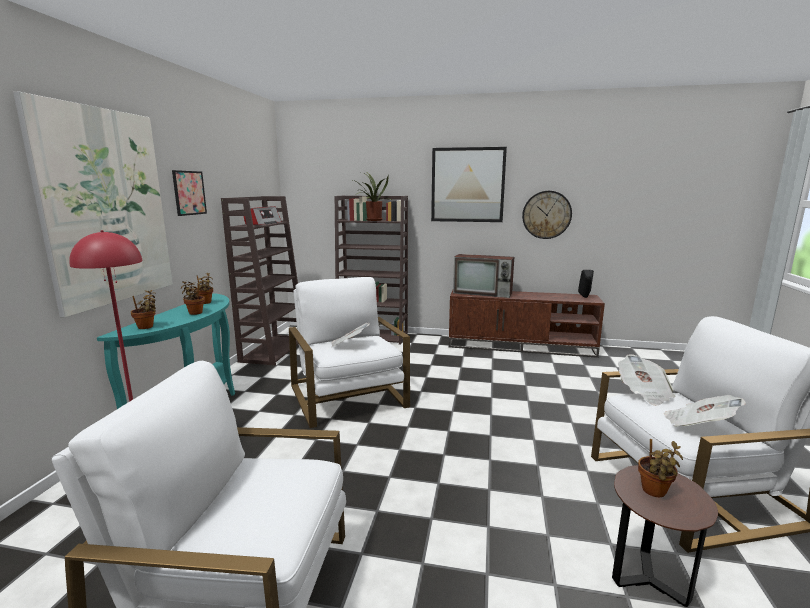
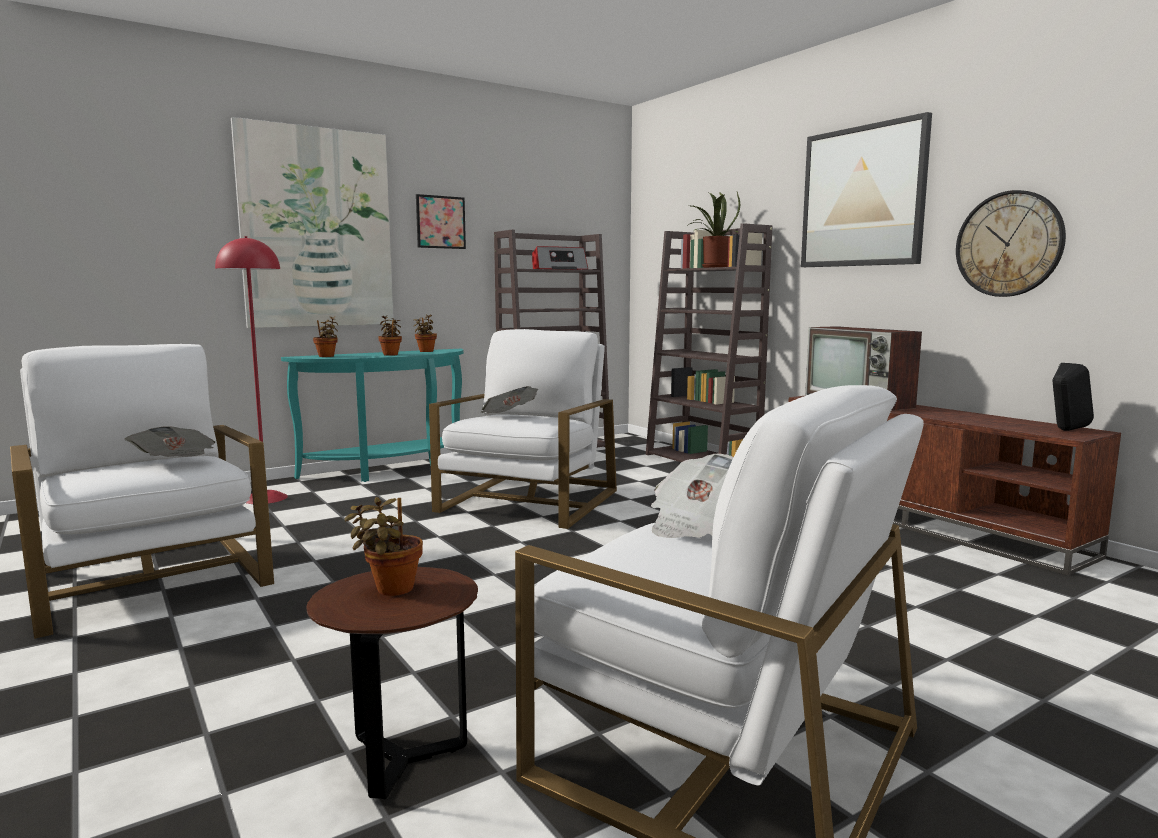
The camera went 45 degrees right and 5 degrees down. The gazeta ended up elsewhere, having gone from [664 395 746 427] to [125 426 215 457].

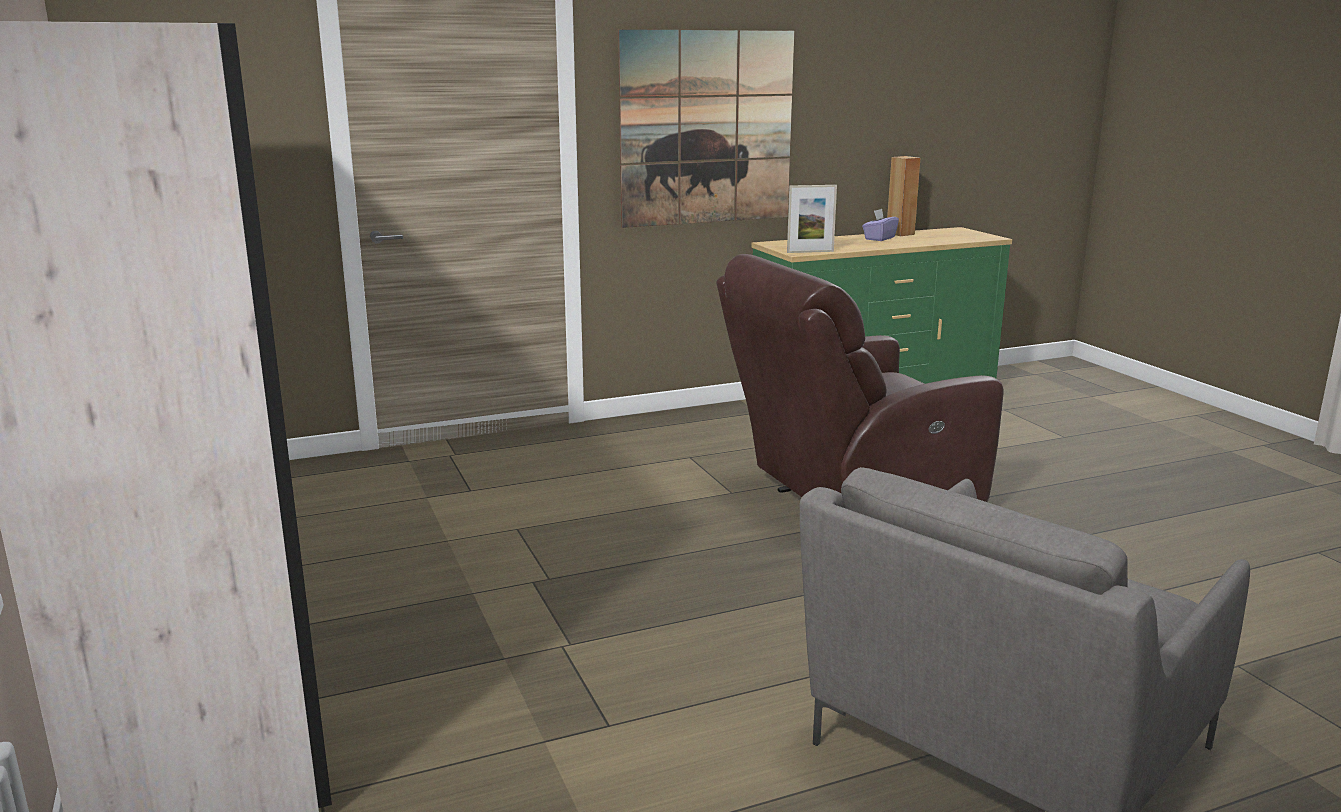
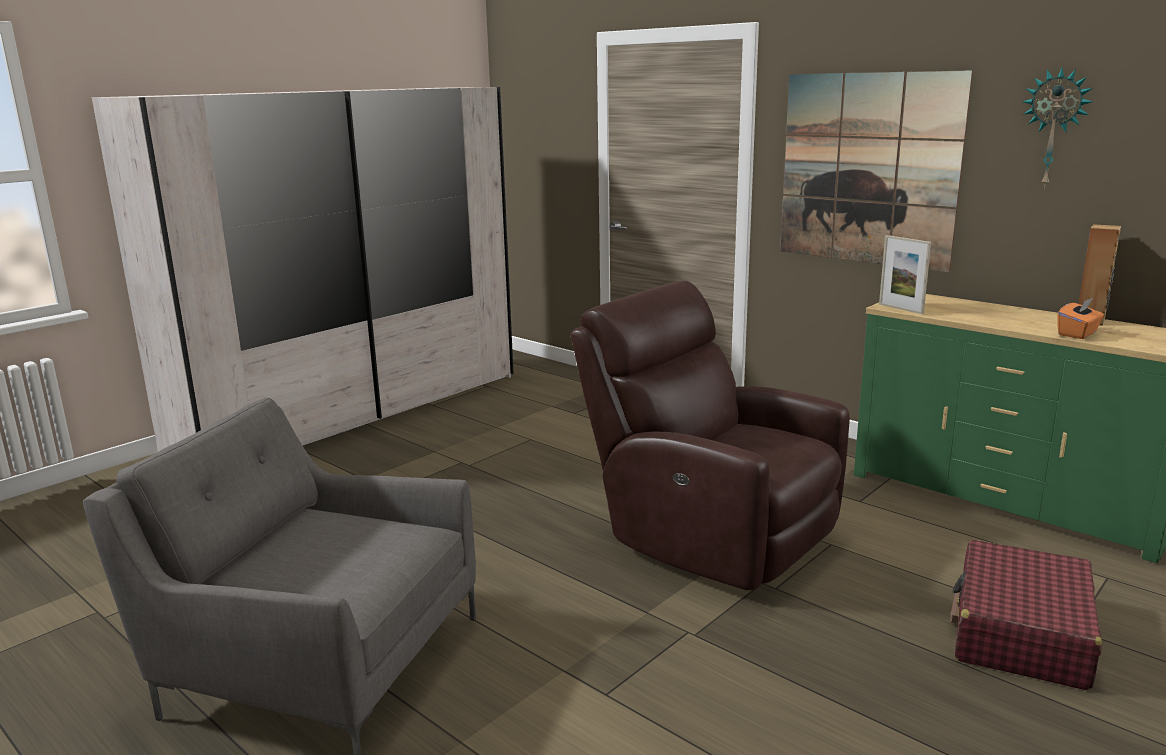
The camera went 65 degrees right and 0 degrees up. The second view lost the pudełko chusteczek [fioletowy] at [862 209 899 241]. The second view gained the walizka [czerwony] at [950 540 1102 690]. The second view gained the zegar ścienny at [1022 66 1093 189]. The second view gained the pudełko chusteczek [pomarańczowy] at [1057 297 1104 339].

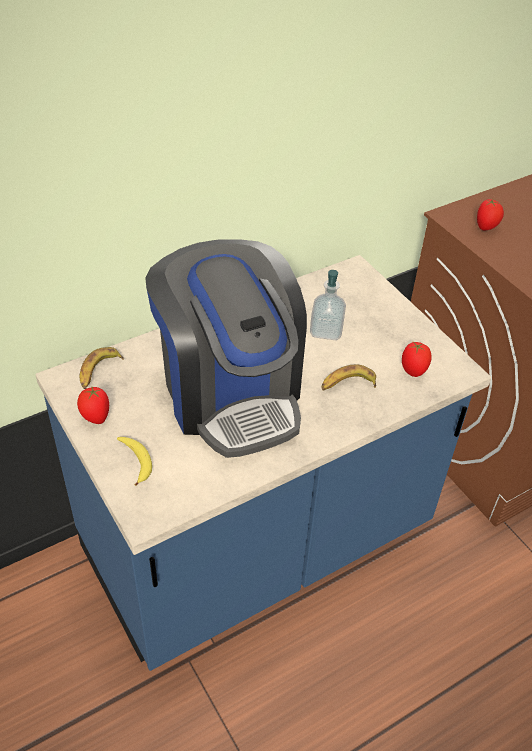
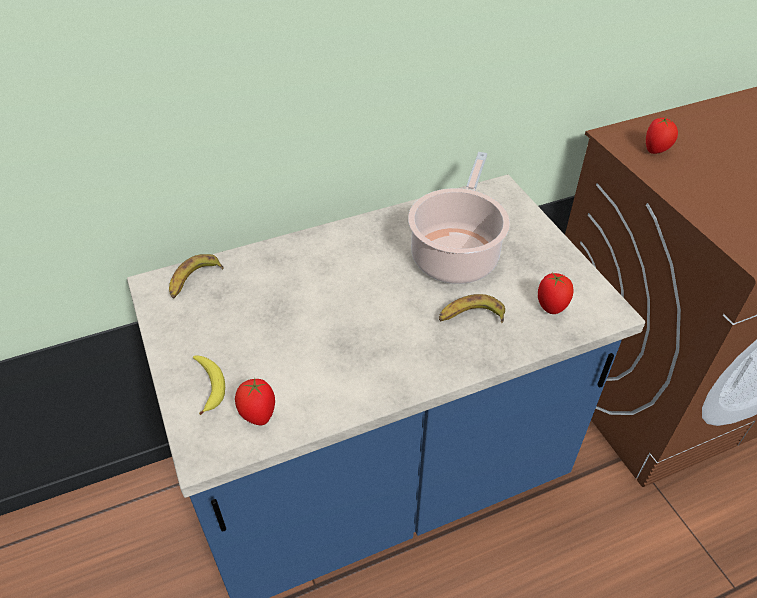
The camera went 10 degrees right and 0 degrees up. The second view lost the ekspres do kawy at [145 239 307 458]. The pomidor ended up elsewhere, having gone from [77 387 109 424] to [235 378 275 425]. Where the dozownik mydła stood at [310 270 346 340], the garnek came to stand at [408 152 510 284].

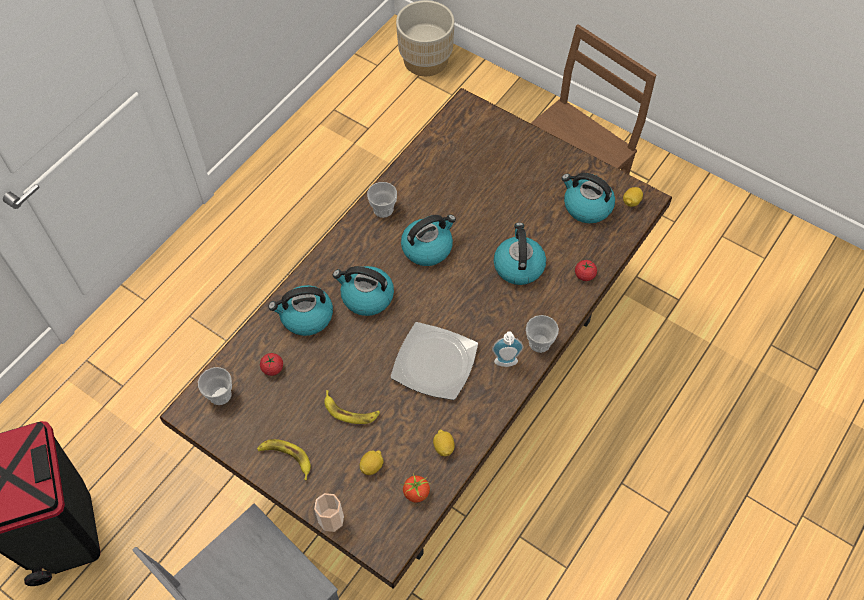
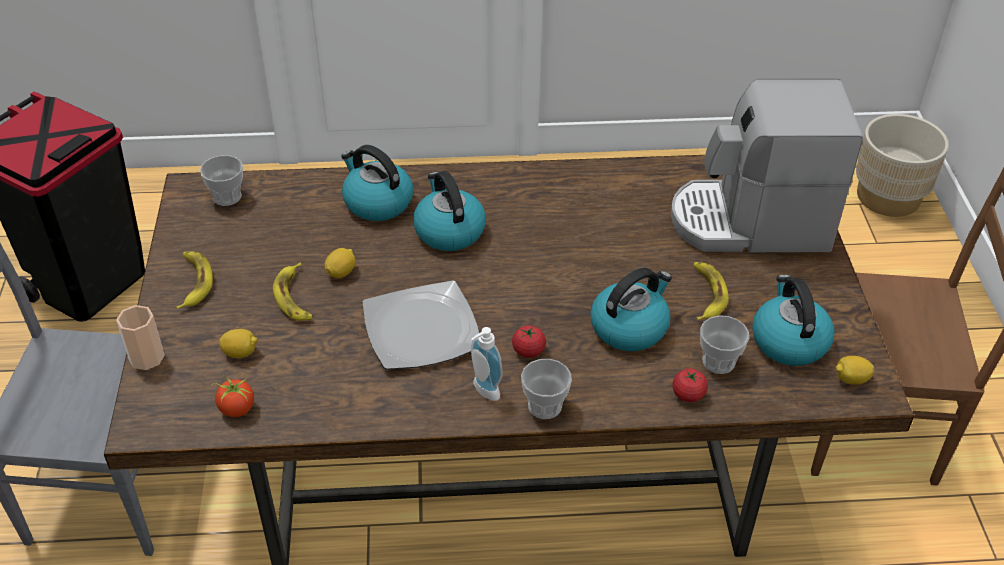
The camera went 50 degrees right and 15 degrees down. The second view lost the czajnik at [401 214 456 266]. The second view gained the ekspres do kawy at [671 78 863 252]. The second view gained the banan at [693 262 729 320]. The pomidor ended up elsewhere, having gone from [260 353 283 376] to [512 325 546 358]. The filiżanka ended up elsewhere, having gone from [367 182 397 218] to [700 315 749 374]. The cytryna ended up elsewhere, having gone from [433 430 455 457] to [325 248 356 278].

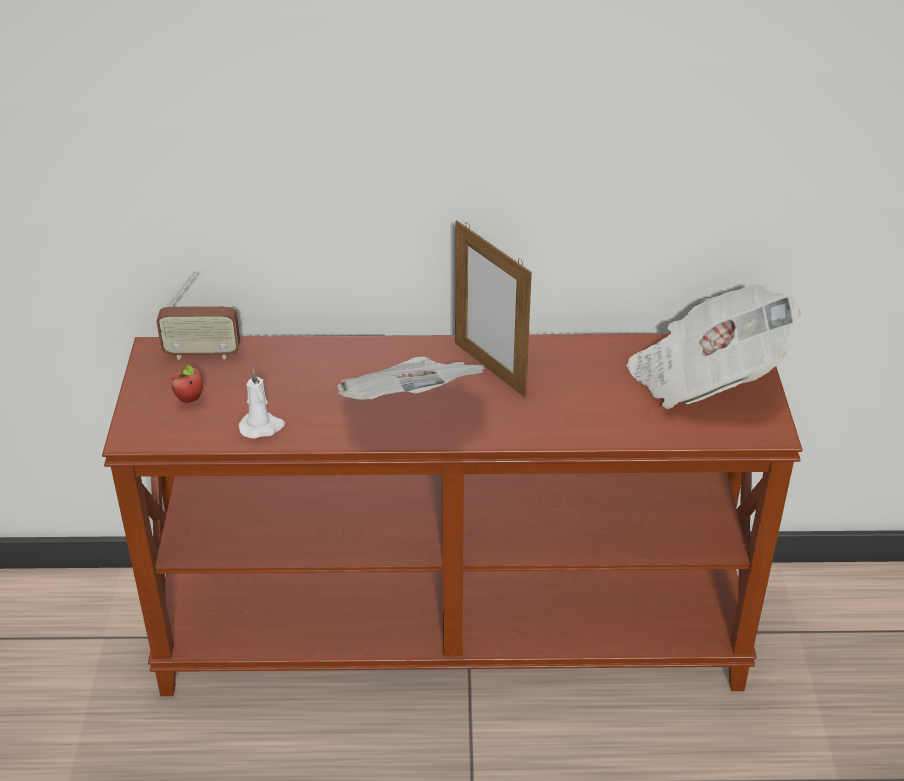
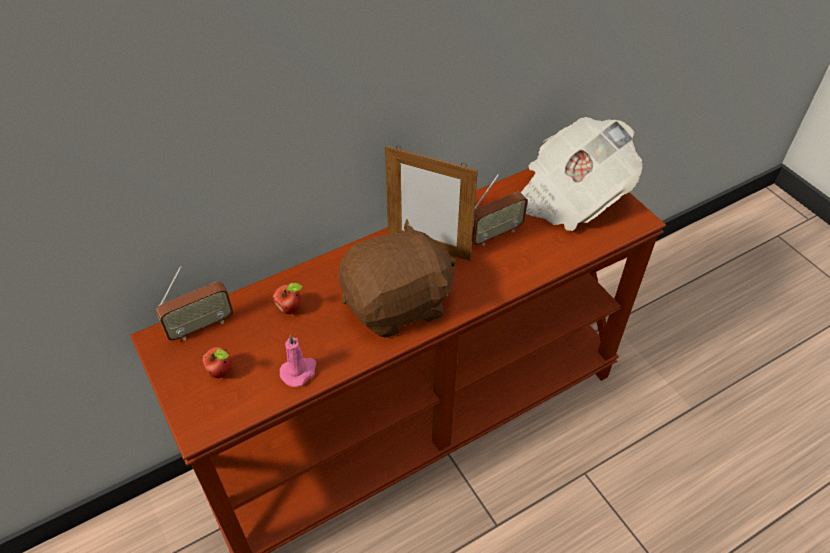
The camera went 30 degrees left and 10 degrees up. The second view gained the jabłko at [273 283 303 314]. The second view gained the radio at [472 174 528 246]. Where the gazeta stood at [337 356 485 400], the pluszak [brązowy] came to stand at [339 219 456 338]. What was the świeca [biały] at [238 369 285 439] turned into the świeca [różowy] at [280 334 316 387].

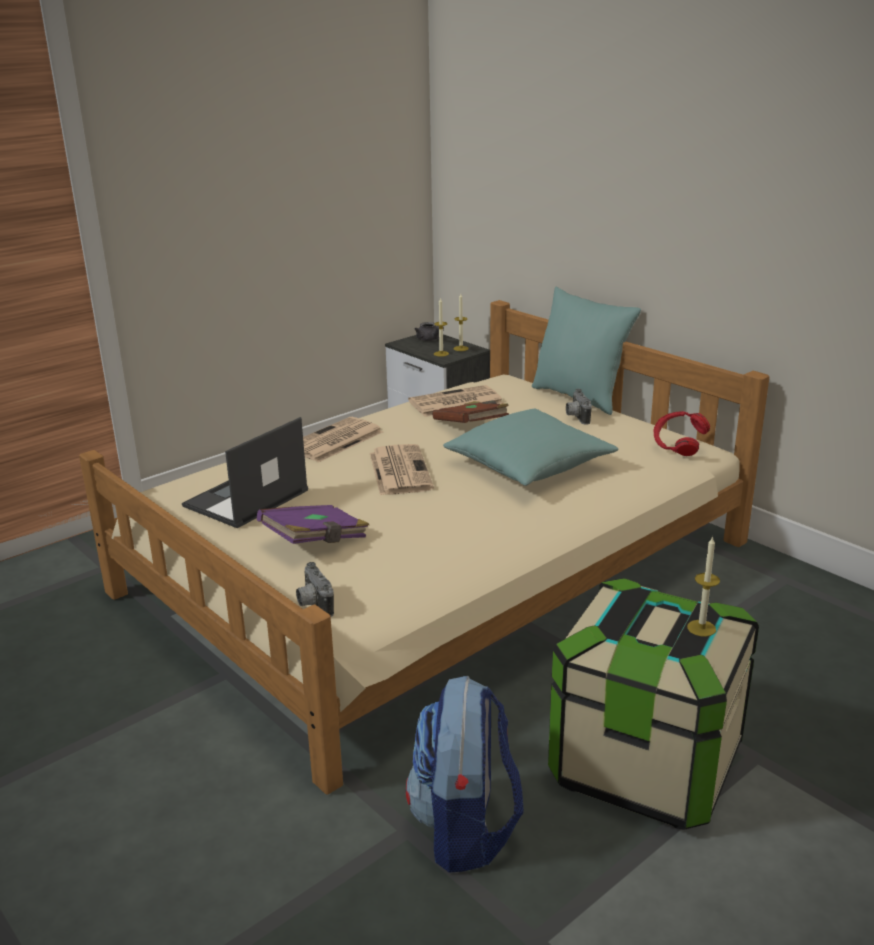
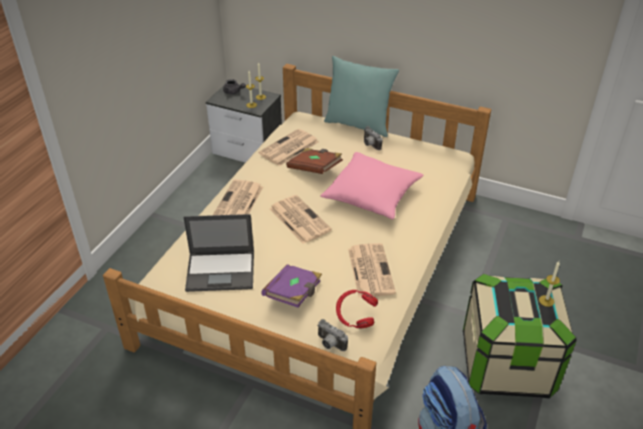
The camera went 25 degrees left and 15 degrees up. The second view gained the gazeta at [348 243 396 298]. The słuchawki [czerwony] ended up elsewhere, having gone from [654 411 710 456] to [336 290 378 328]. What was the poduszka [turkusowy] at [443 409 619 486] turned into the poduszka [różowy] at [320 152 424 219]. The laptop at [182 417 308 528] ended up facing another way, 105 degrees counterclockwise from before.

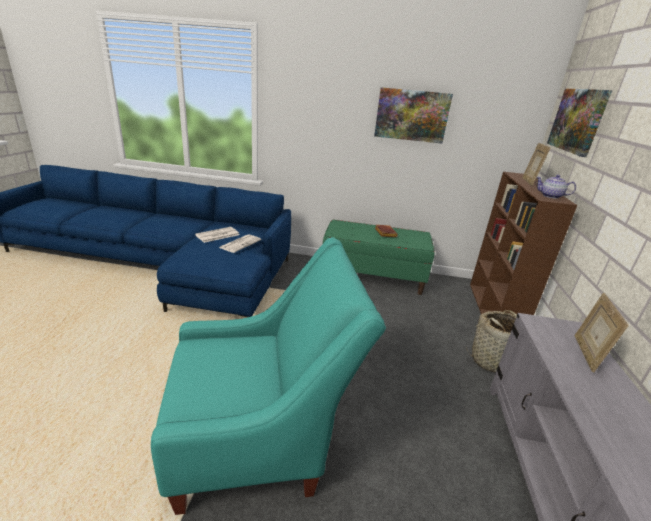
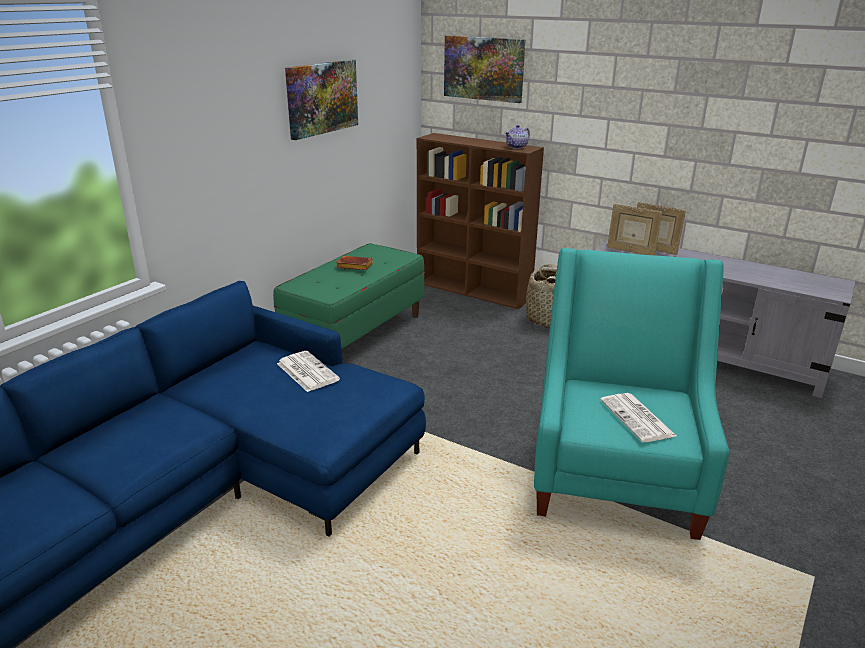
The camera went 65 degrees left and 0 degrees up. The gazeta ended up elsewhere, having gone from [195 227 239 243] to [600 393 677 442]. The ramka na zdjęcie ended up elsewhere, having gone from [522 143 550 186] to [607 204 662 255].

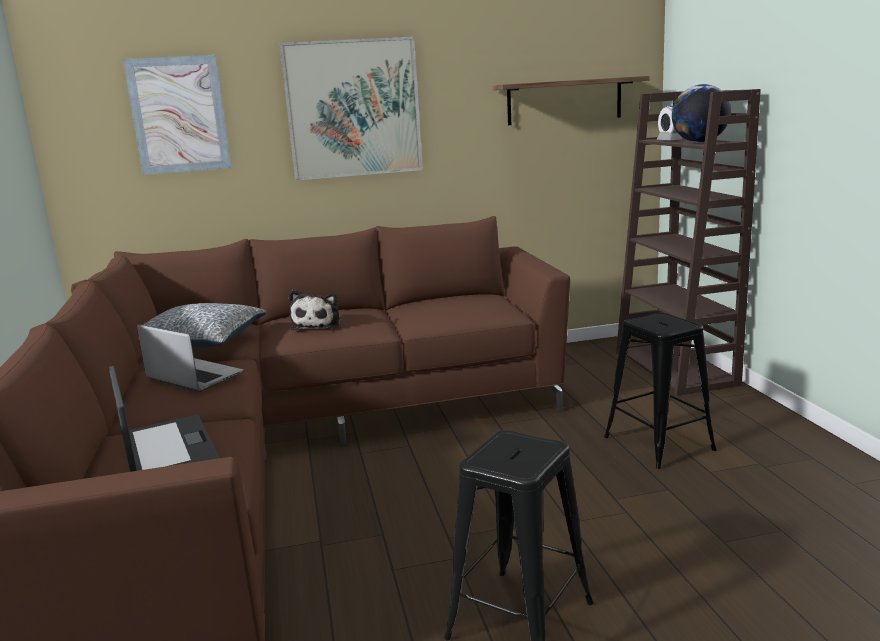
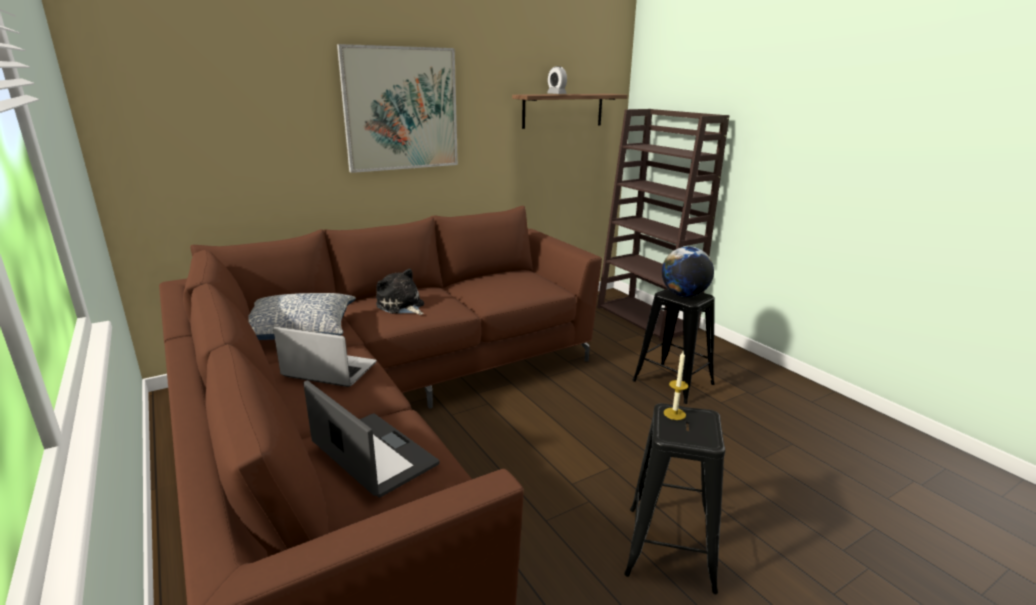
The camera went 20 degrees left and 5 degrees up. The second view lost the obraz at [123 55 231 175]. The second view gained the świeca at [664 351 688 420]. The budzik ended up elsewhere, having gone from [657 106 682 140] to [547 66 567 94]. The globus ended up elsewhere, having gone from [672 84 731 142] to [662 246 714 297]. The pluszak at [289 290 341 330] ended up facing another way, 150 degrees clockwise from before.

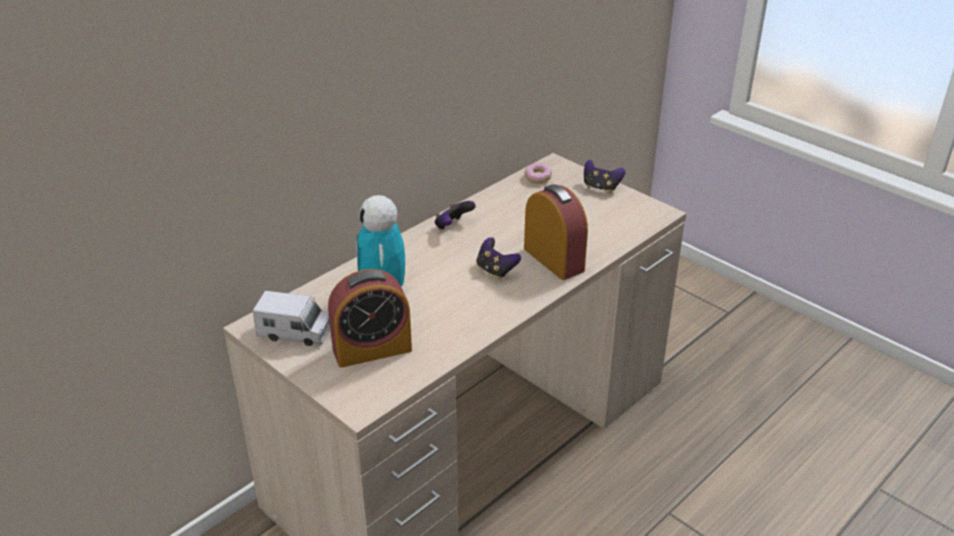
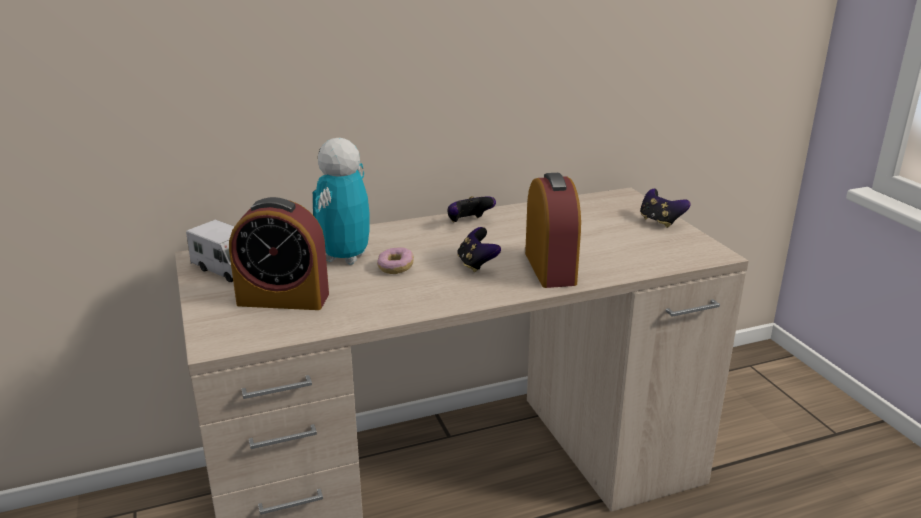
The camera went 25 degrees right and 10 degrees down. The donut ended up elsewhere, having gone from [525 162 552 184] to [377 247 414 274].

